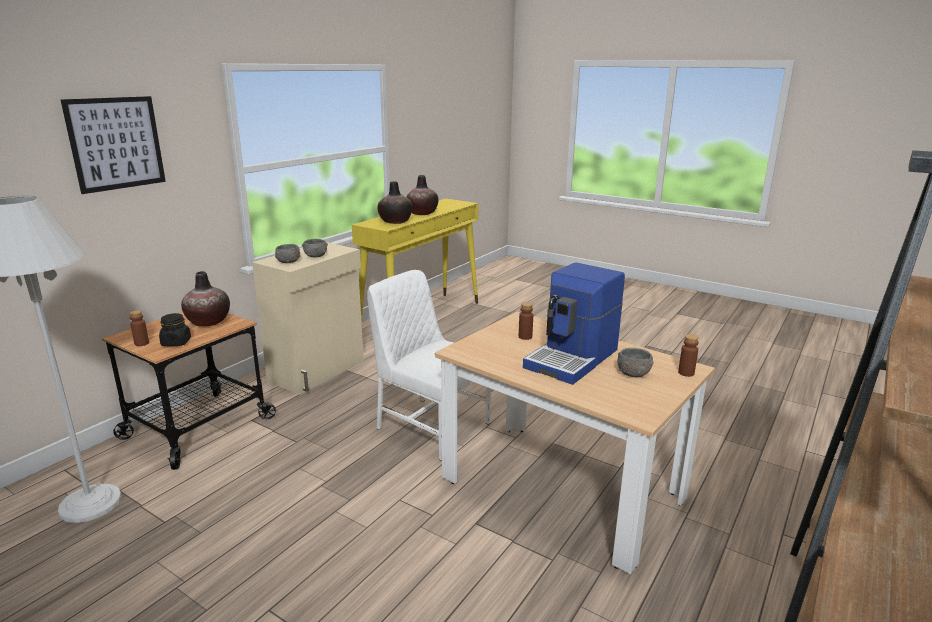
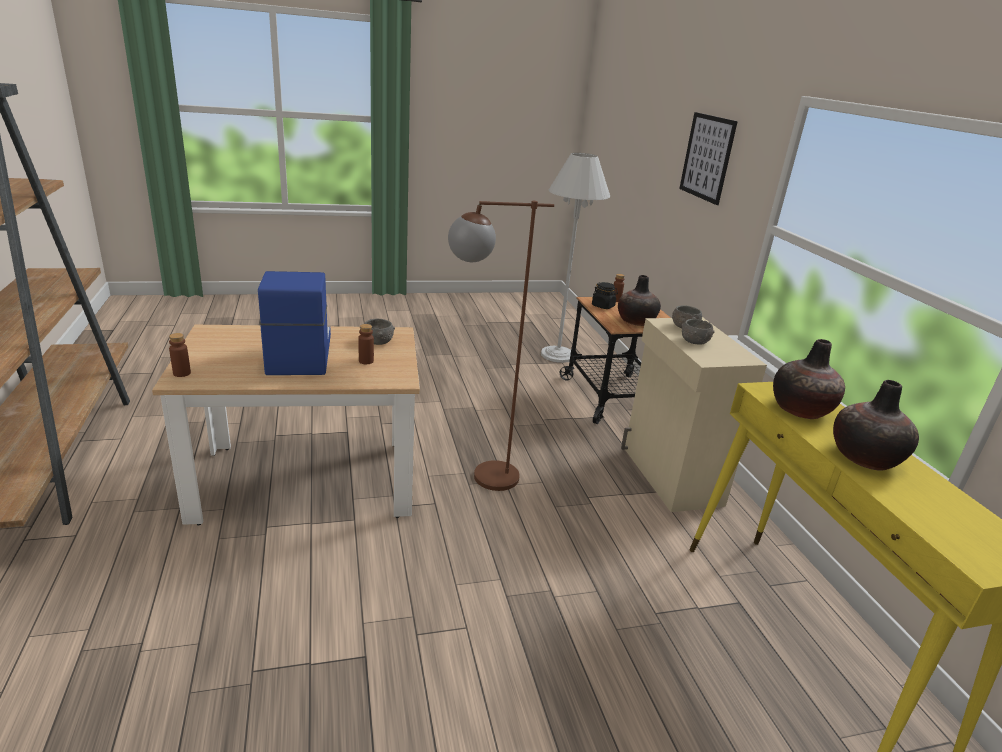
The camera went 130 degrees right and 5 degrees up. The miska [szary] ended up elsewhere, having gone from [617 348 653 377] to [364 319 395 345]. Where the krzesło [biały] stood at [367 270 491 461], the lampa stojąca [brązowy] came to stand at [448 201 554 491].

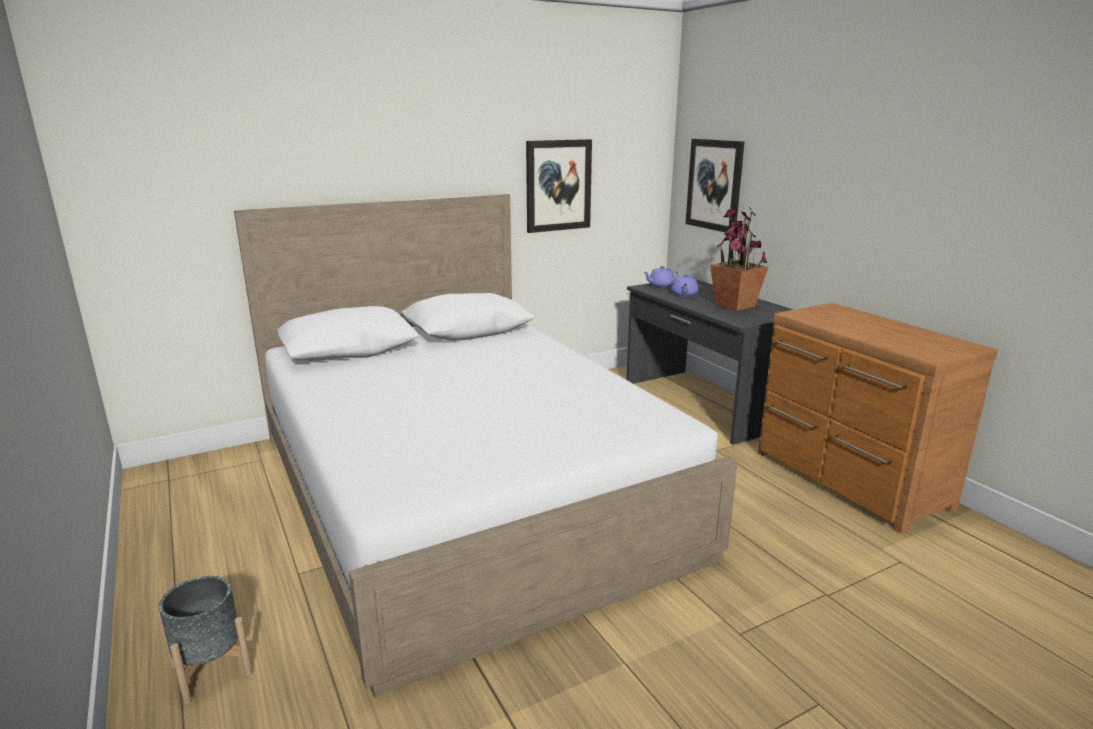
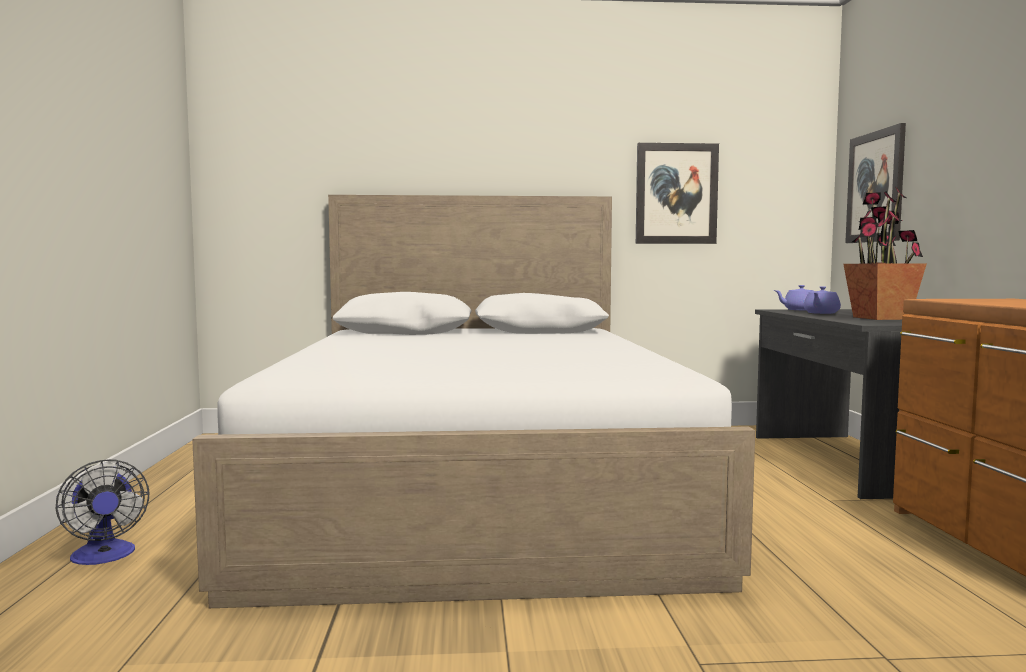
The camera went 25 degrees right and 15 degrees down. Where the donica [szary] stood at [158 576 253 704], the wentylator came to stand at [56 459 150 565].

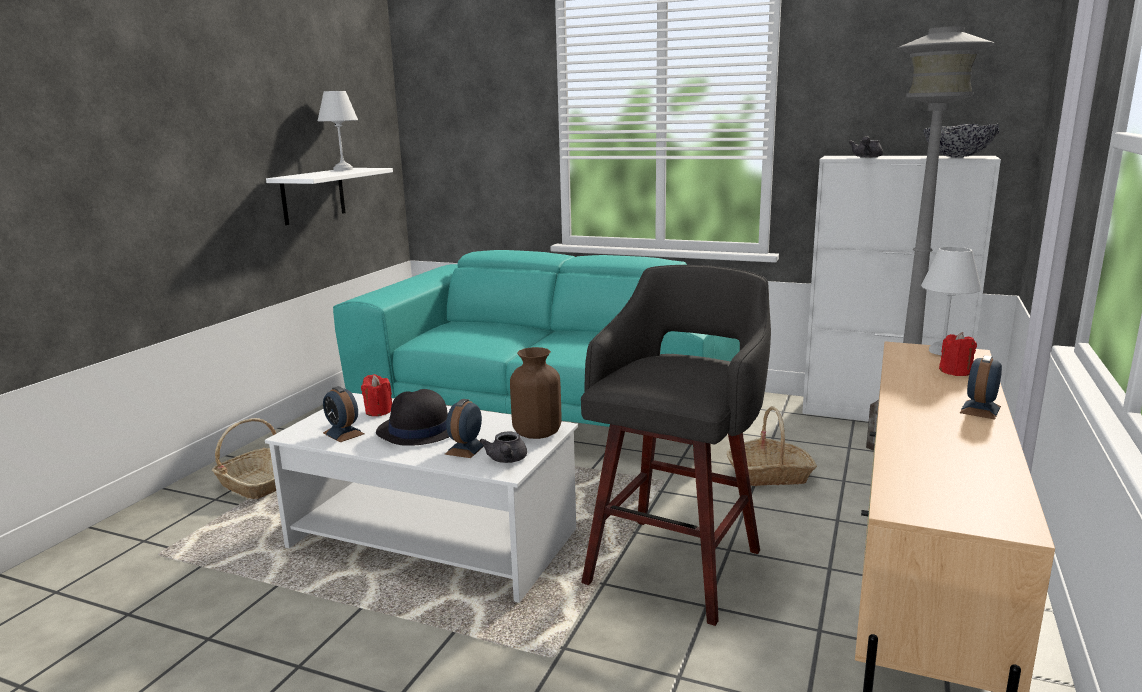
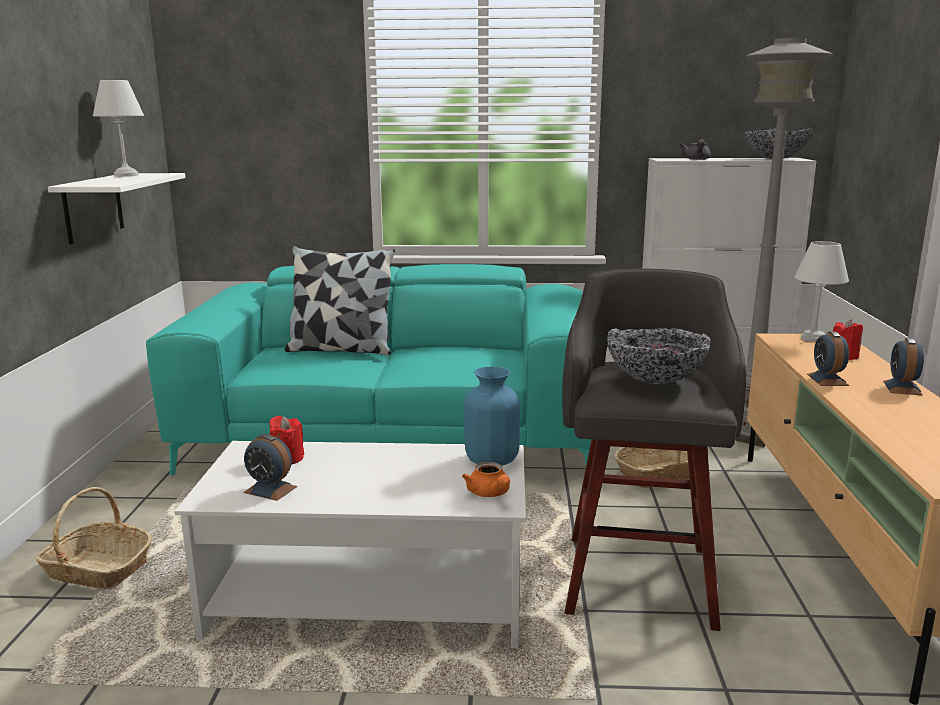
The camera went 20 degrees left and 0 degrees up. The second view lost the kapelusz [czarny] at [376 389 449 446]. The second view gained the poduszka at [285 246 395 355]. The second view gained the miska at [607 328 711 384]. The budzik ended up elsewhere, having gone from [445 399 484 458] to [807 331 849 386]. What was the imbryk [szary] at [480 431 527 463] turned into the imbryk [pomarańczowy] at [462 462 510 497]. What was the wazon [brązowy] at [510 347 561 439] turned into the wazon [niebieski] at [464 366 520 466].

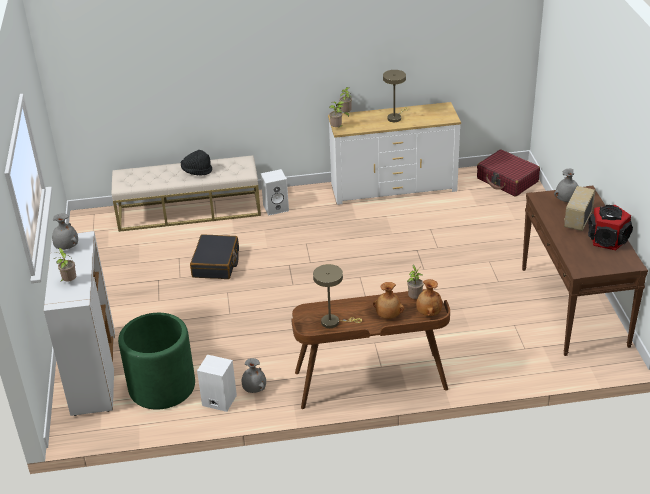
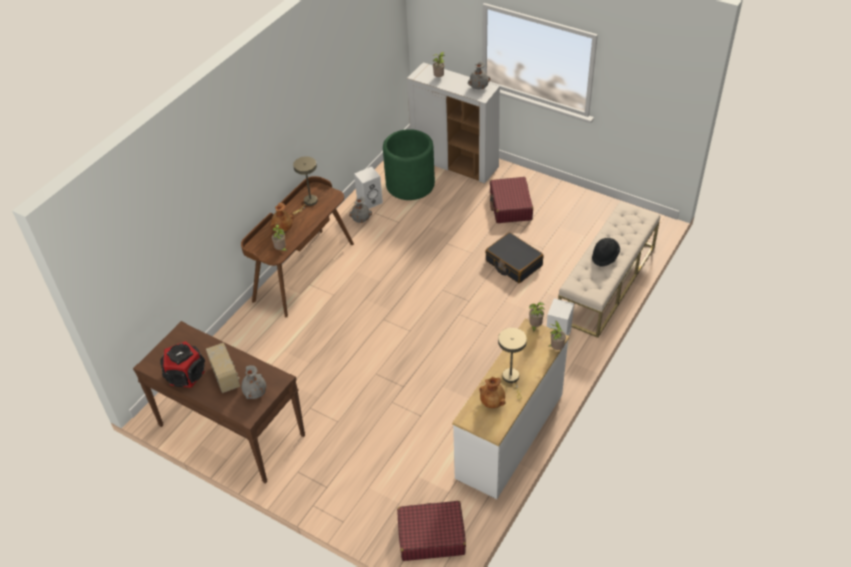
The camera went 130 degrees right and 10 degrees up. The second view gained the walizka [czerwony] at [490 177 533 223]. The wazon [brązowy] ended up elsewhere, having gone from [416 279 442 316] to [479 377 505 408].

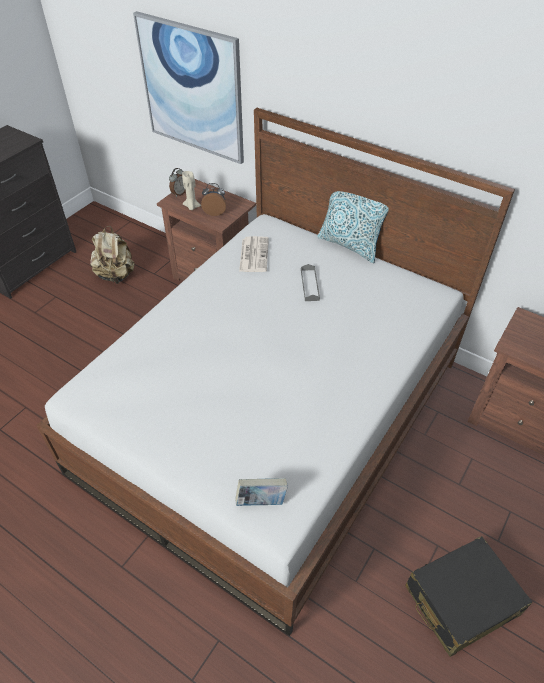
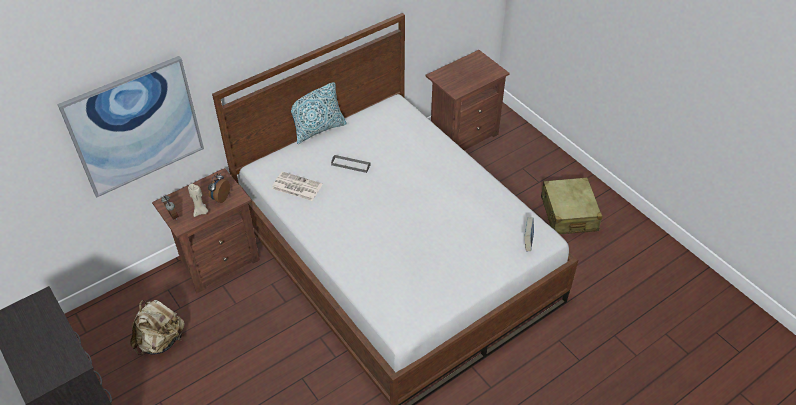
The camera went 70 degrees left and 0 degrees up. What was the walizka [czarny] at [405 536 533 657] turned into the walizka [beżowy] at [541 177 602 234].

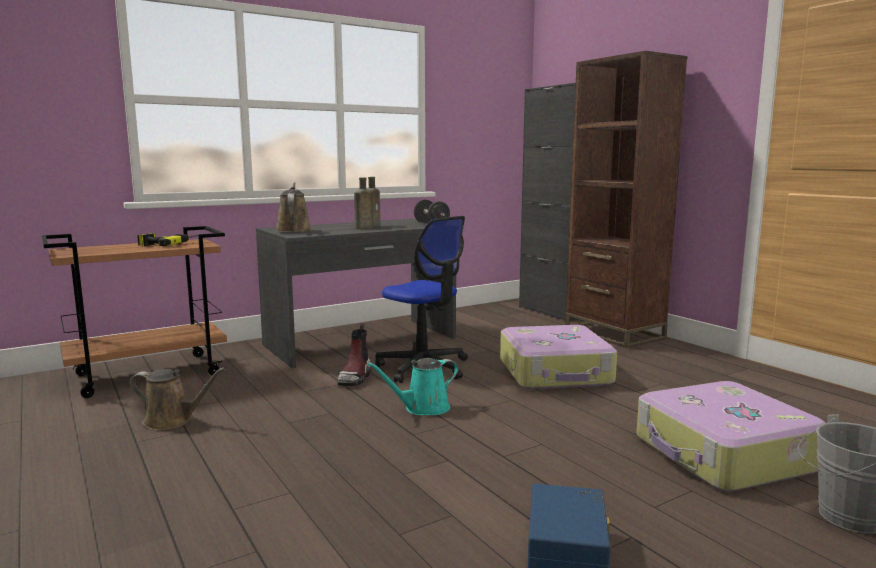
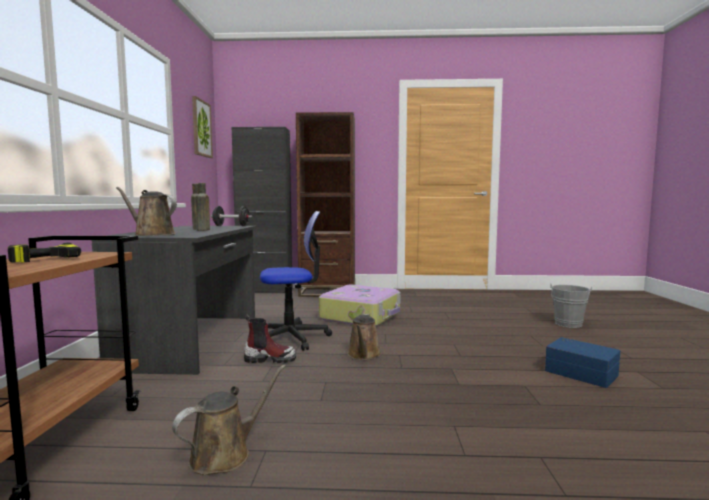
The camera went 55 degrees left and 5 degrees down. The second view lost the walizka at [636 381 826 492]. The second view gained the obraz at [192 96 213 158]. What was the konewka [turkusowy] at [367 358 458 415] turned into the konewka [brązowy] at [347 314 382 360]. The but z cholewką at [337 324 372 386] ended up facing another way, 45 degrees counterclockwise from before.

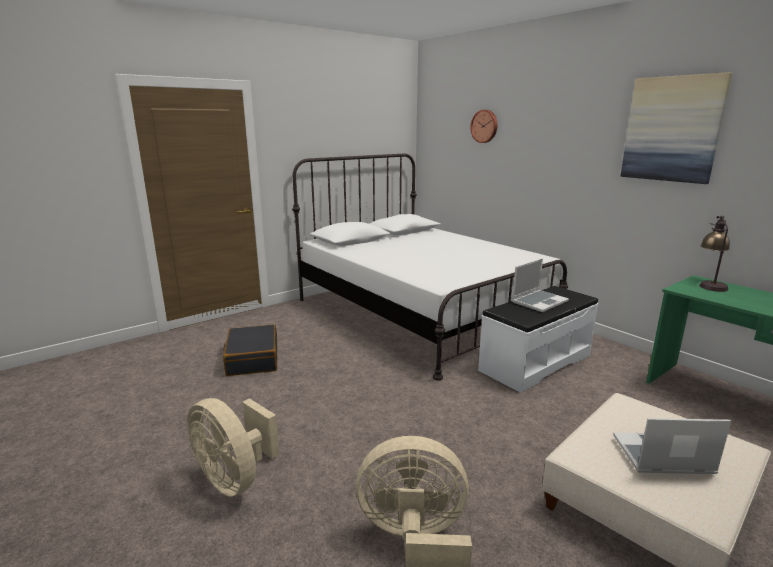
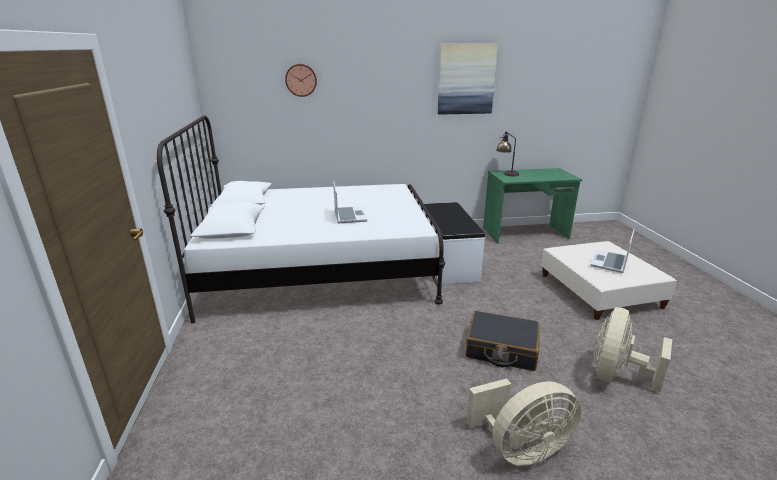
The camera went 60 degrees left and 5 degrees up. The walizka [czarny] ended up elsewhere, having gone from [223 324 277 376] to [466 311 539 371]. The laptop ended up elsewhere, having gone from [512 258 569 312] to [333 181 367 224].

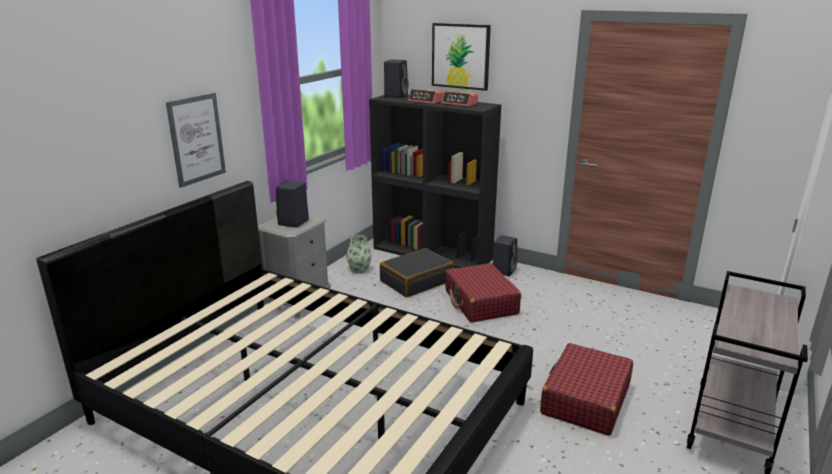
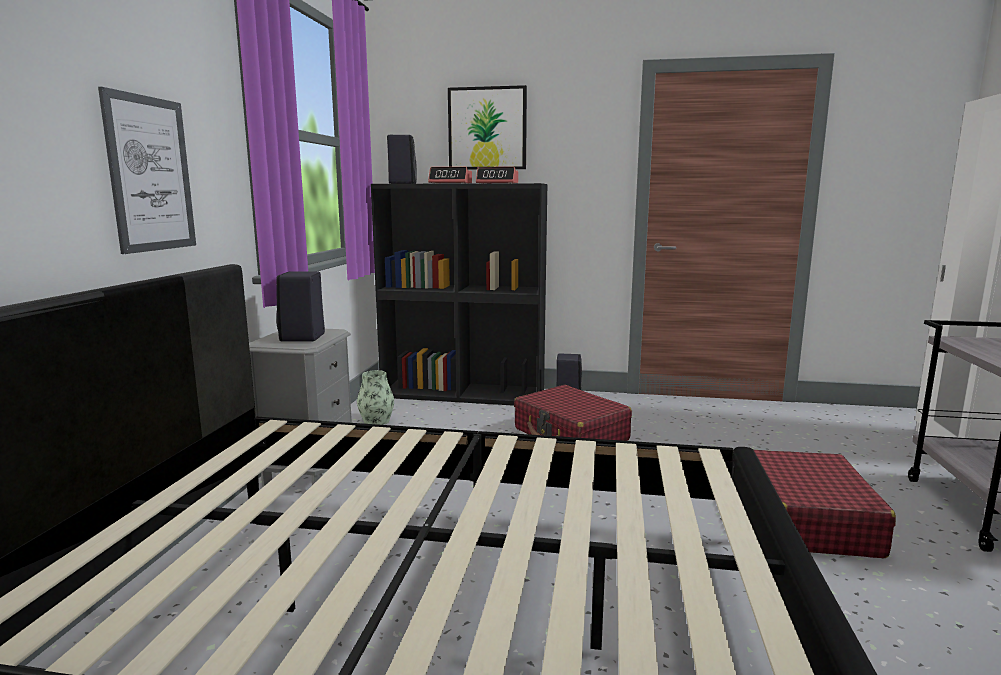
The camera went 20 degrees left and 10 degrees down. The second view lost the walizka [czarny] at [380 248 453 298].

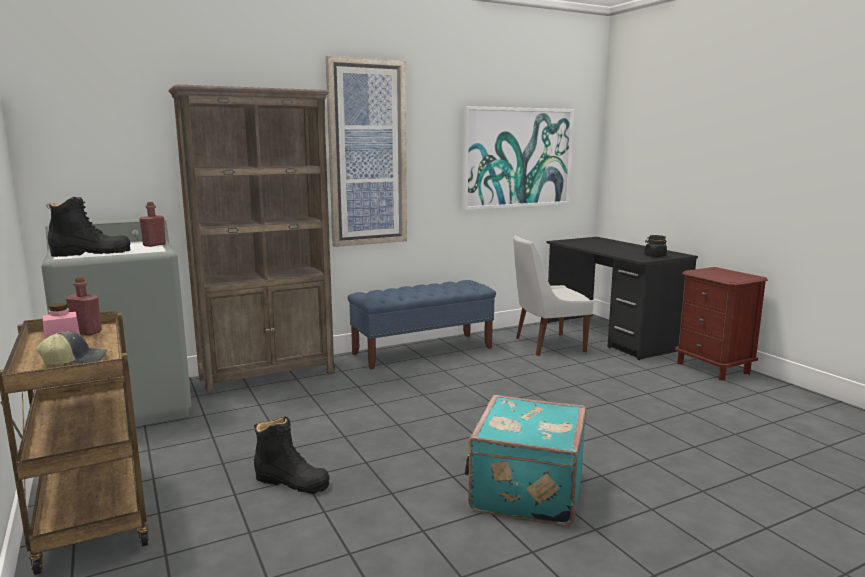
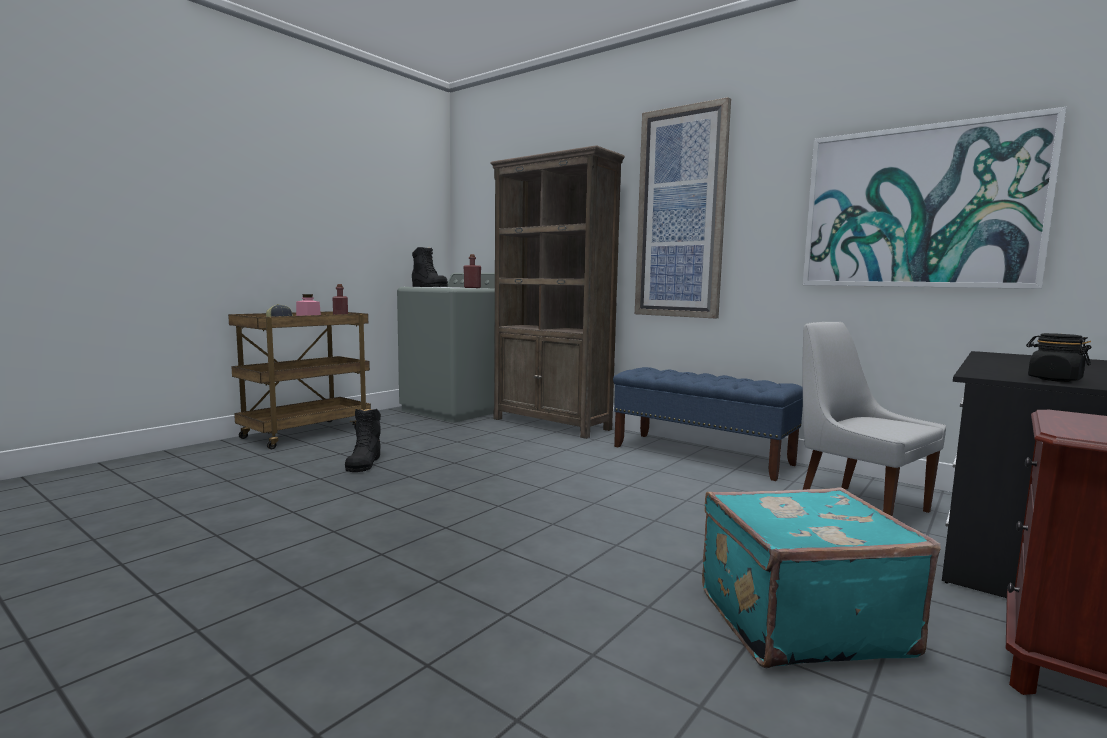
The camera went 65 degrees right and 5 degrees down. The walizka [turkusowy] ended up elsewhere, having gone from [465 395 586 527] to [702 487 940 668].

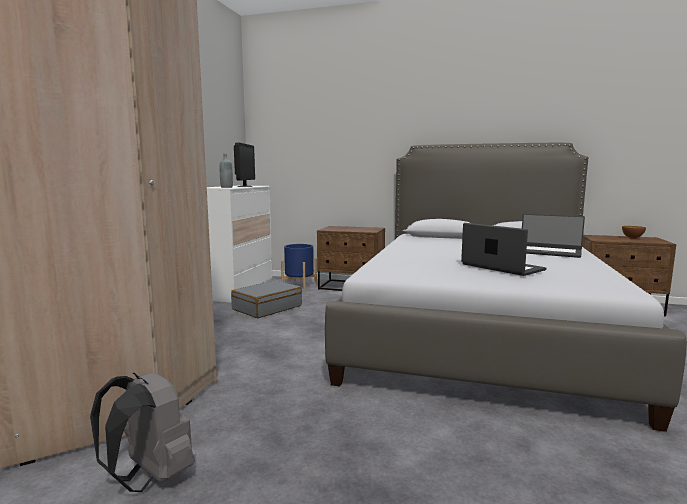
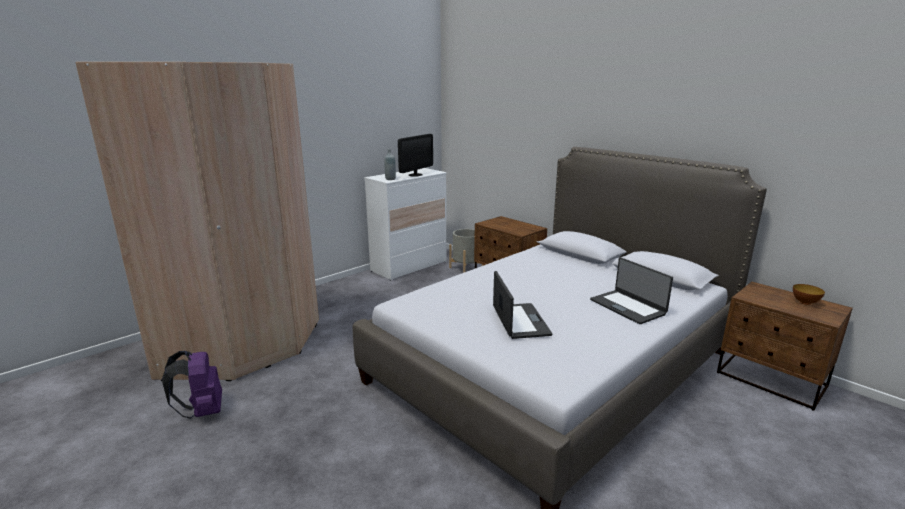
The camera went 30 degrees right and 10 degrees up. The second view lost the walizka [szary] at [231 280 302 318]. What was the plecak [szary] at [90 373 194 492] turned into the plecak [fioletowy] at [162 351 222 419]. What was the donica [niebieski] at [281 244 317 289] turned into the donica [szary] at [449 229 484 273].

